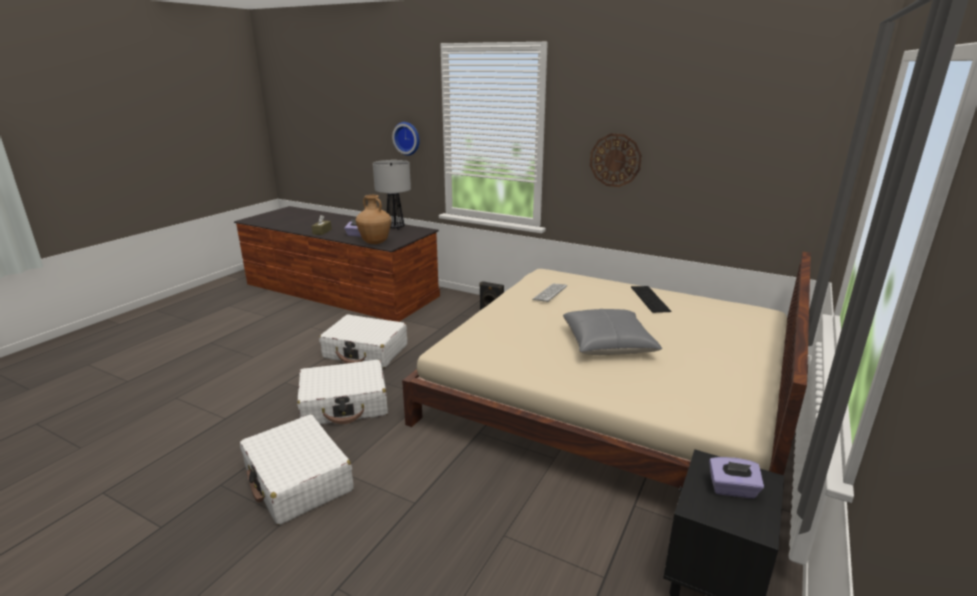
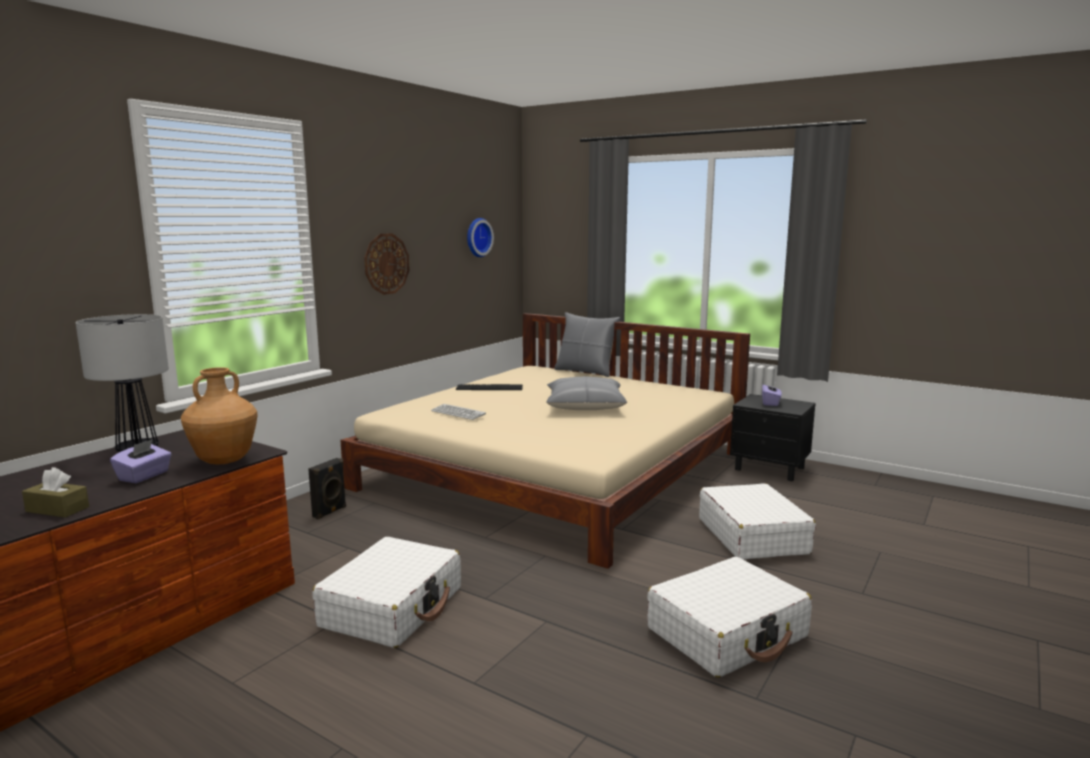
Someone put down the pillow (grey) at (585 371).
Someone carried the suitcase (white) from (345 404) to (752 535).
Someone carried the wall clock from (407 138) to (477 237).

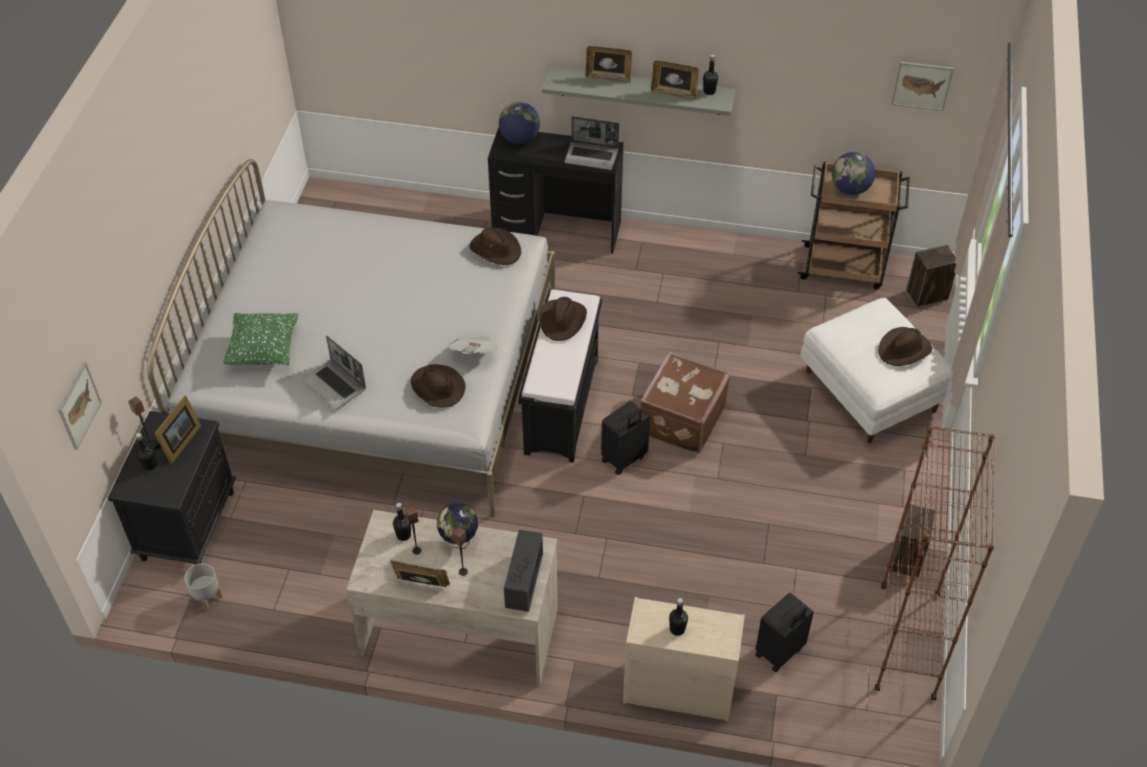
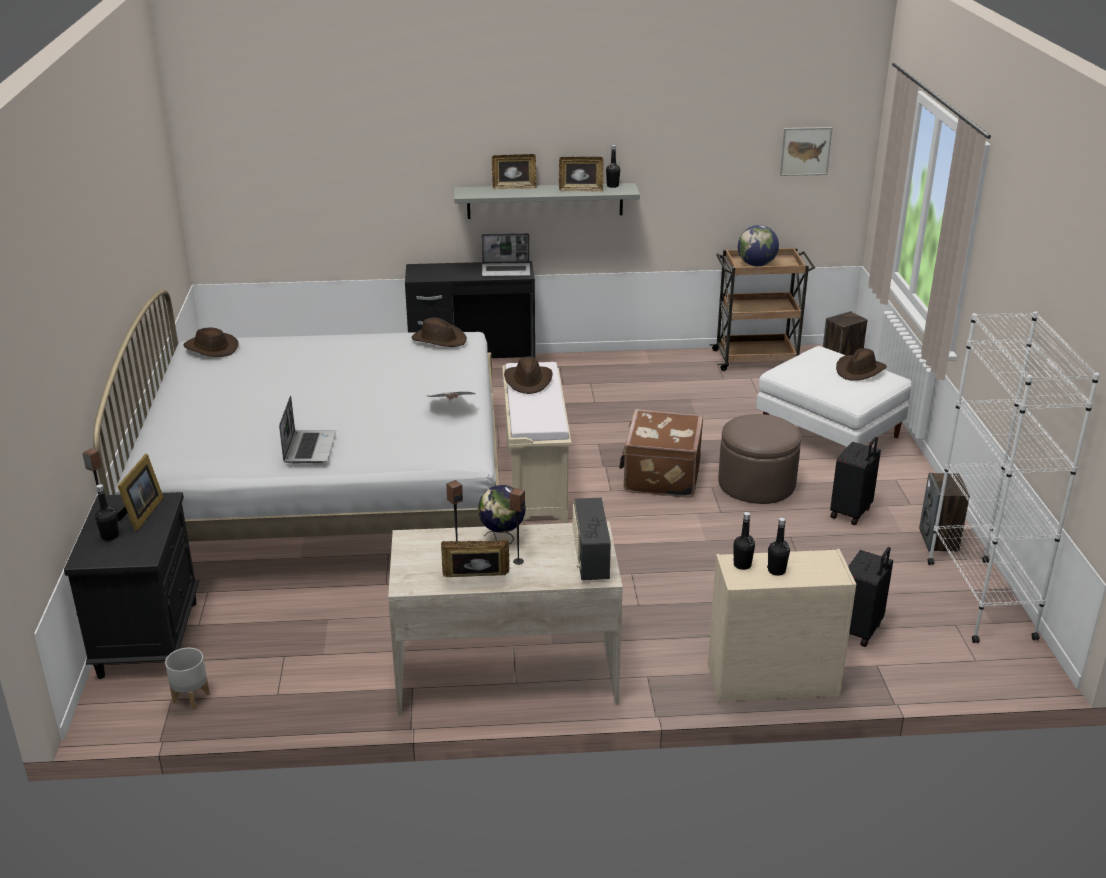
Someone took away the picture at (79 405).
Someone took away the pillow (green) at (264 351).
Someone took away the globe at (520 139).
Someone put down the ottoman (brown) at (756 484).
Someone carried the bottle (black) from (403 535) to (742 565).
Someone carried the hat (brown) from (437 388) to (210 348).
Someone carried the suitcase (black) from (624 459) to (851 513).
Someone repainted the bench (black) at (561 404), which became the bench (beige) at (534 483).
Someone repainted the bookcase (brown) at (907 640), which became the bookcase (white) at (980 599).
Someone rotated the laptop at (335 385) by 120 degrees counterclockwise.

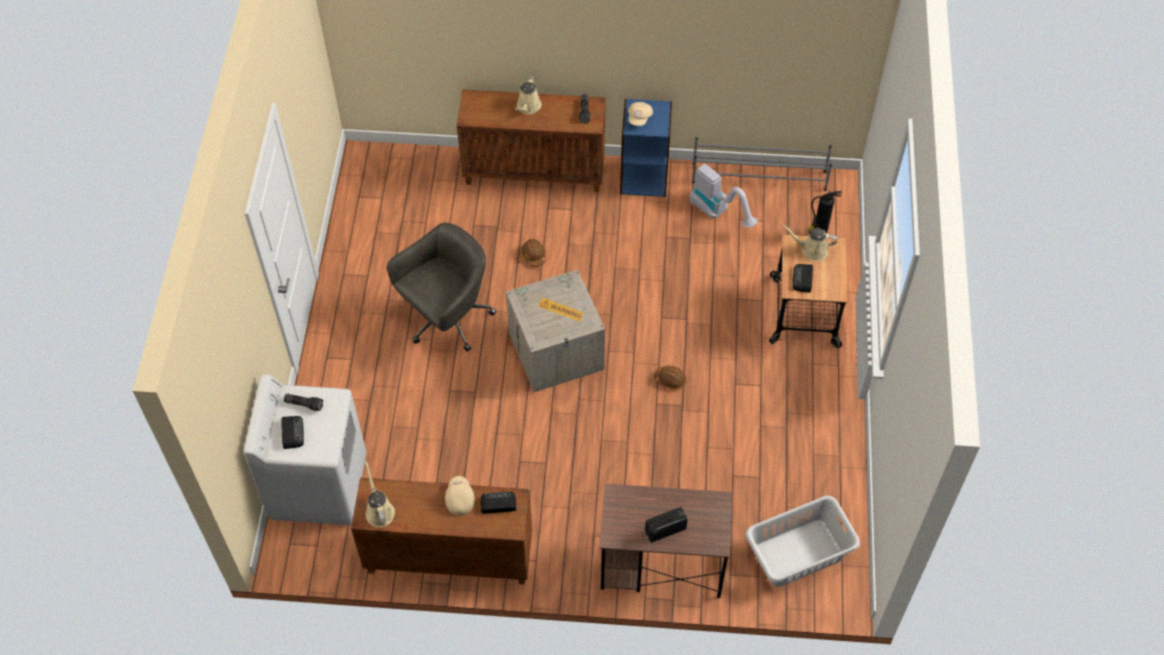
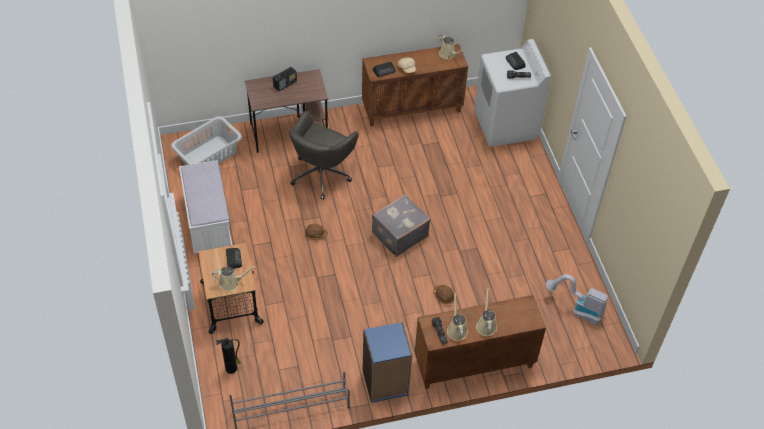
Someone took away the cap (beige) at (639 118).
Someone put down the bench (white) at (208 222).
Someone put down the watering can (beige) at (456 329).
Someone carried the office chair (grey) from (447 319) to (322 174).
Someone carried the vacuum cleaner from (719 212) to (577 309).
Someone swapped the crate at (557 350) for the suitcase (grey) at (399 234).

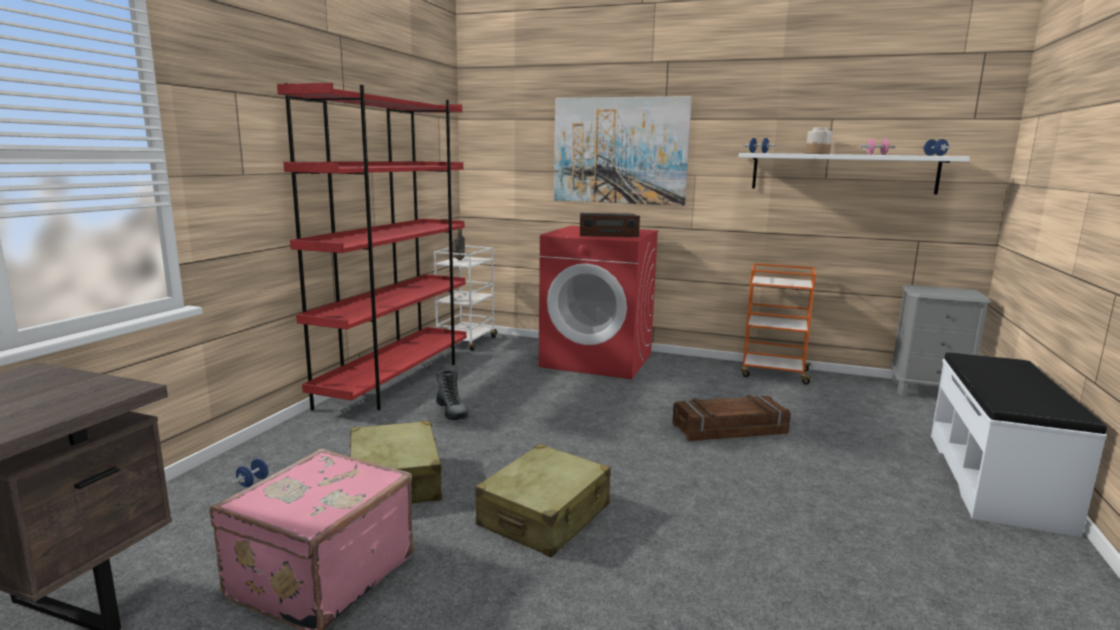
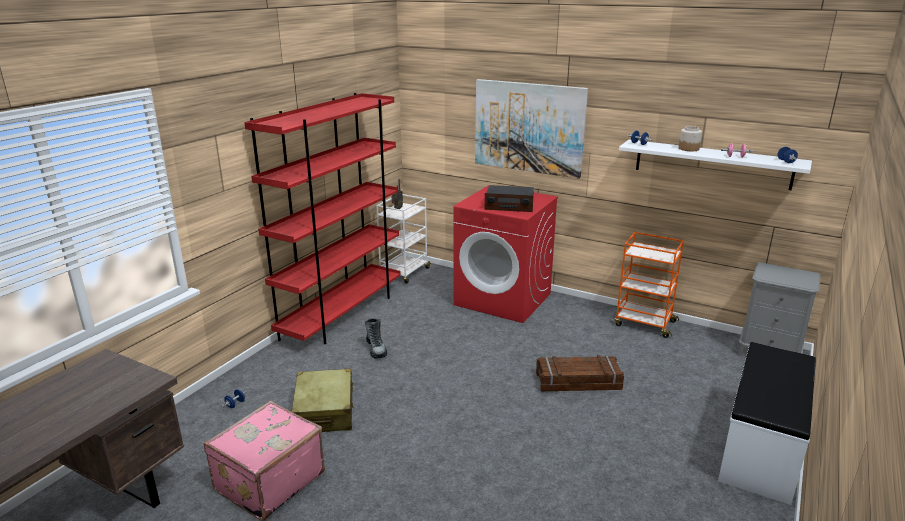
Someone took away the suitcase (beige) at (545 516).

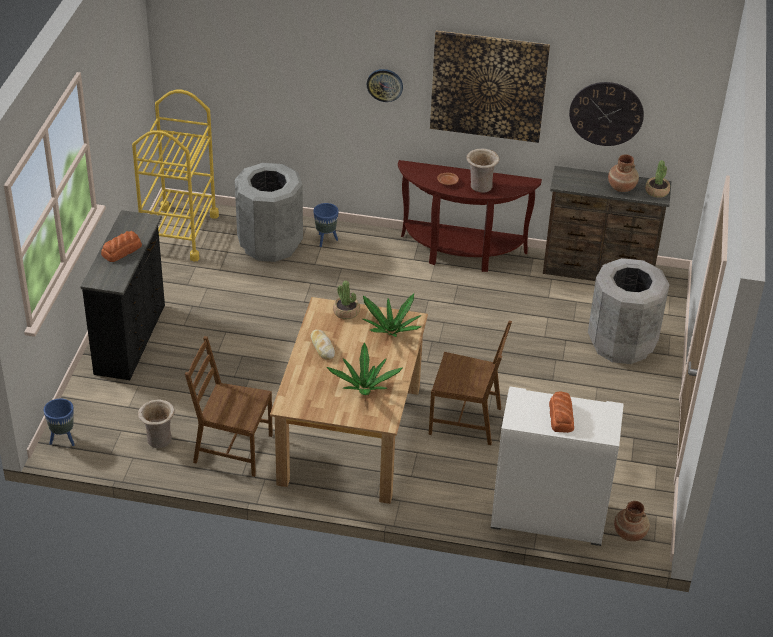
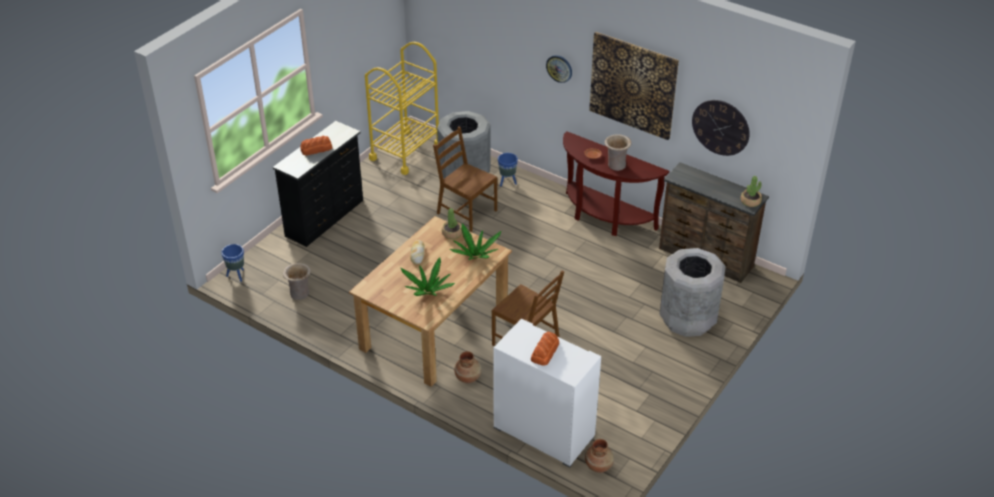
Someone carried the chair (brown) from (232 449) to (466 212).
Someone carried the vase (brown) from (621 187) to (468 377).

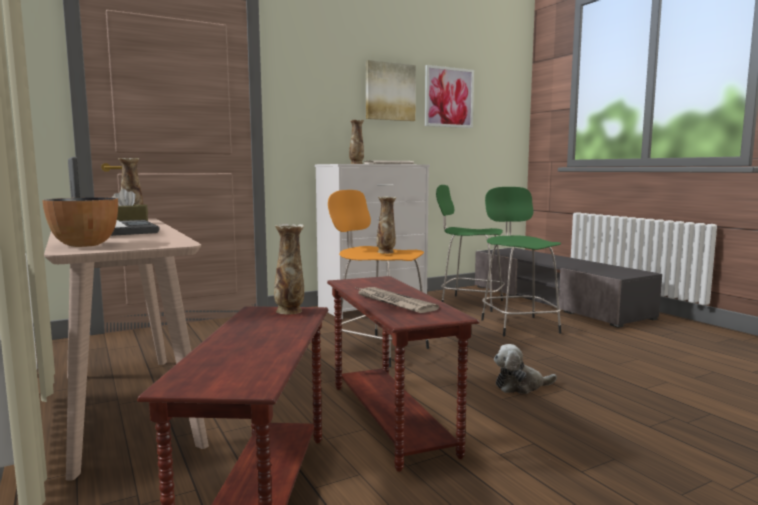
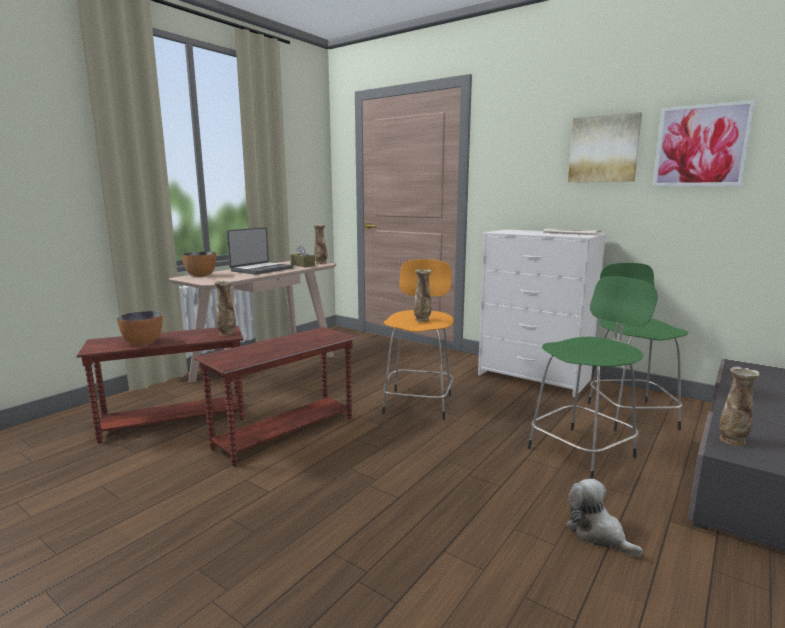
Someone took away the newspaper at (393 302).
Someone put down the bowl at (143 343).
Someone carried the vase from (356 164) to (732 440).
Someone carried the plush toy from (520 386) to (597 534).

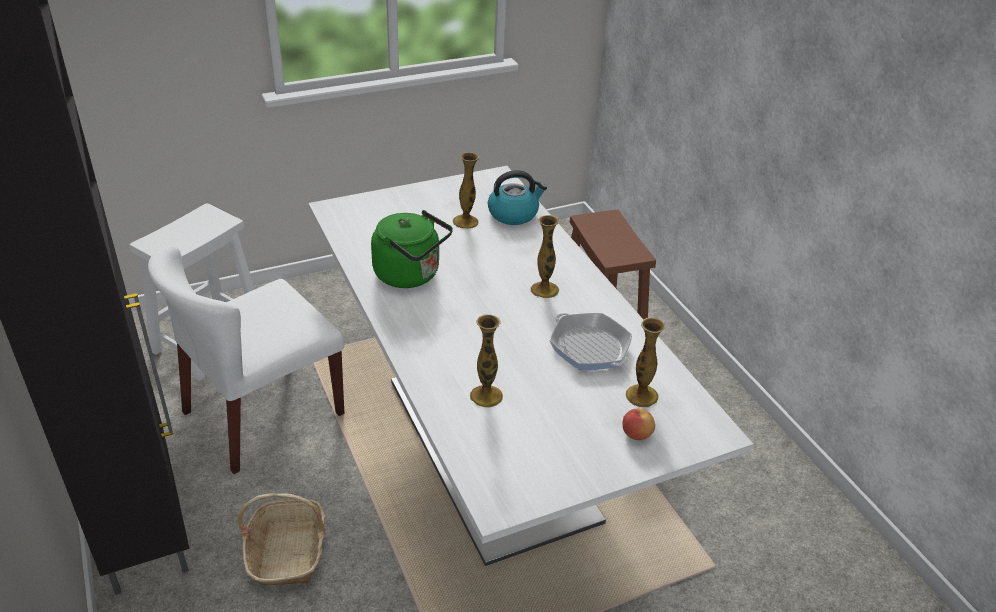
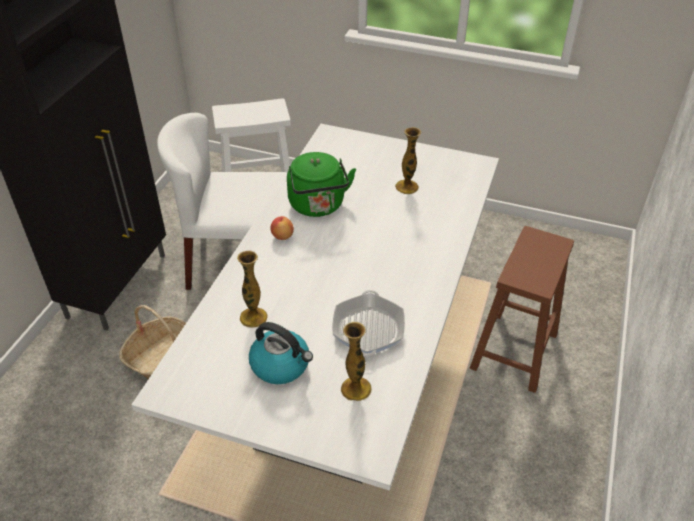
Someone took away the vase at (544 290).
Someone carried the kettle from (513 214) to (281 365).
Someone carried the apple from (636 434) to (282 236).

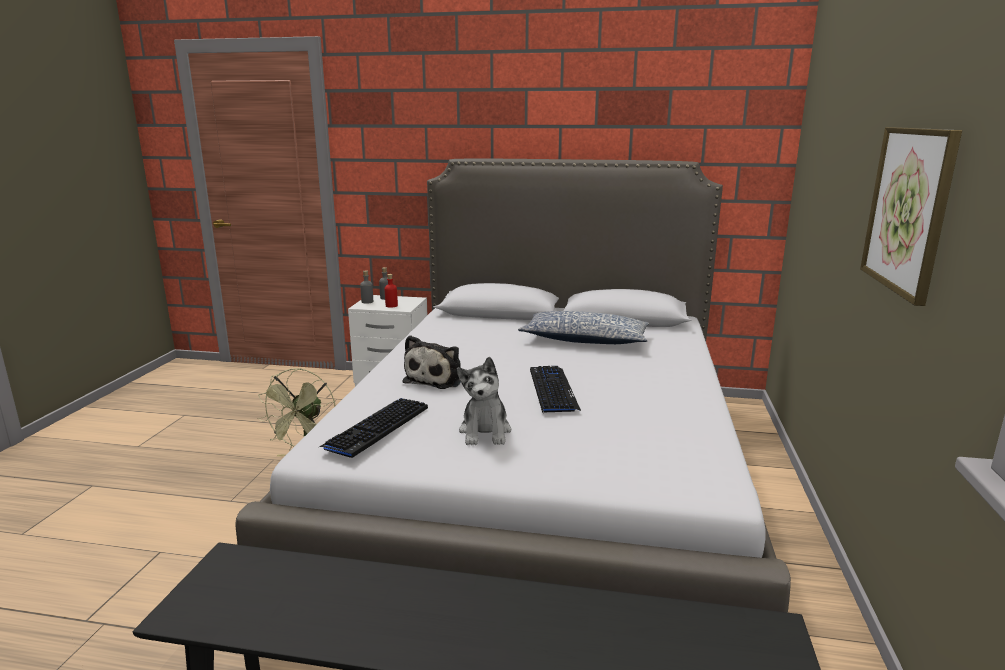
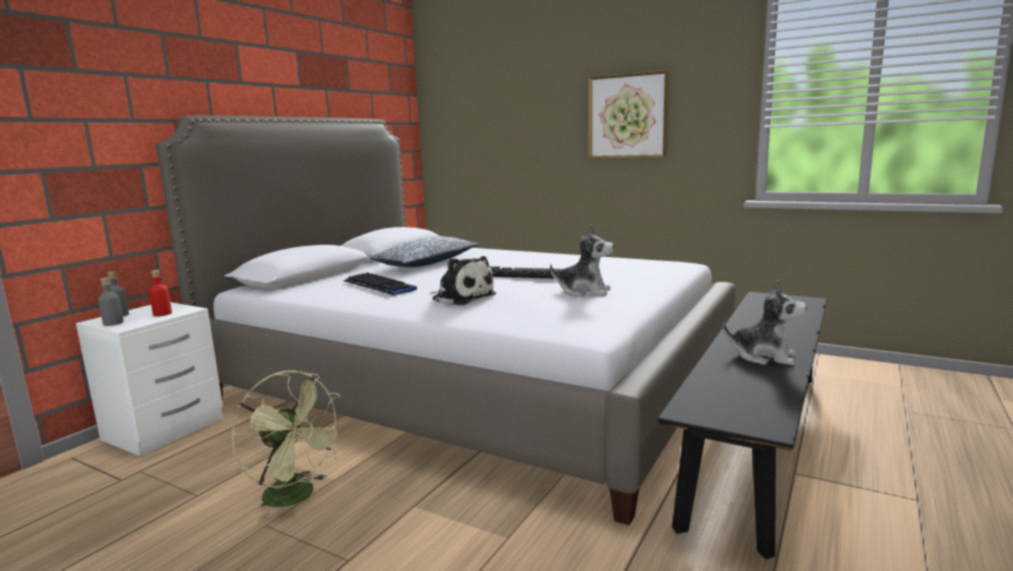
Someone put down the plush toy at (764 356).
Someone carried the keyboard from (376 428) to (379 286).

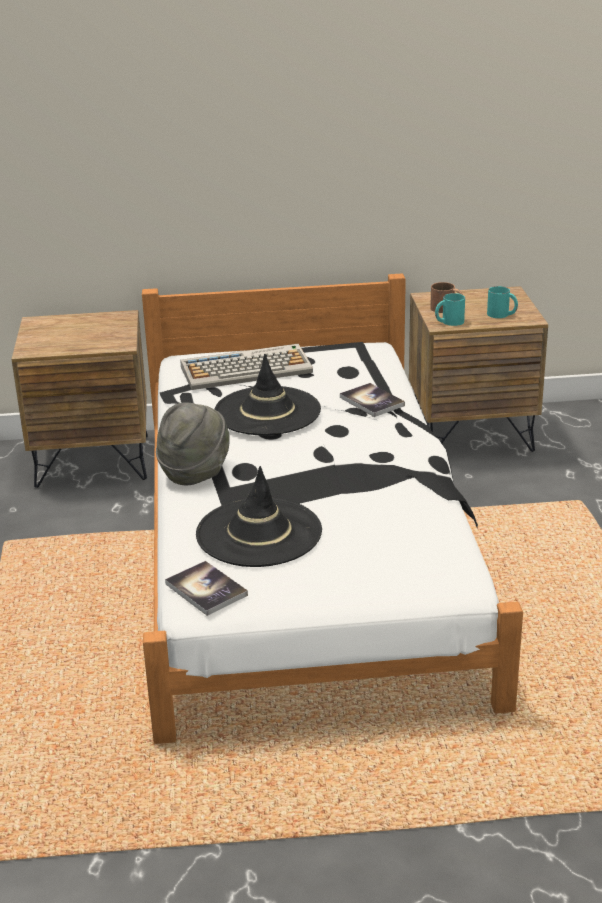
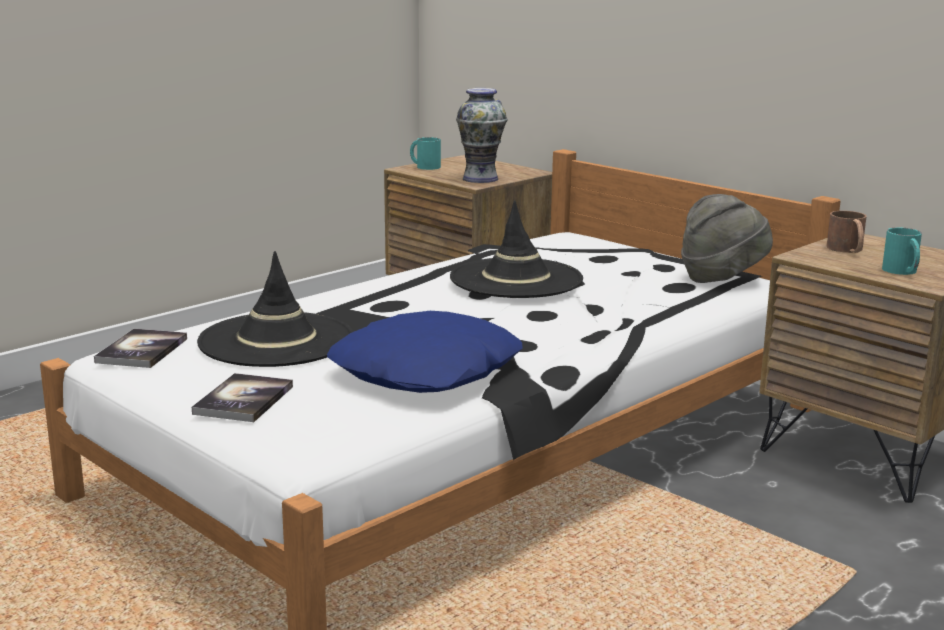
Someone took away the keyboard at (247 369).
Someone put down the pillow (blue) at (427 371).
Someone put down the vase at (480 179).
Someone carried the hat (grey) from (195 471) to (722 279).
Someone carried the book from (372 401) to (244 400).
Someone carried the mug (turquoise) from (449 322) to (424 166).

